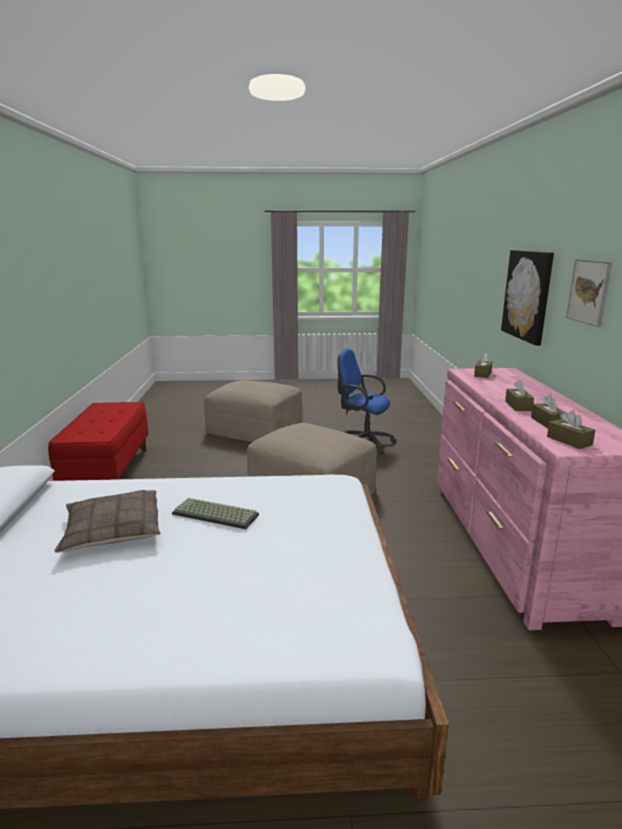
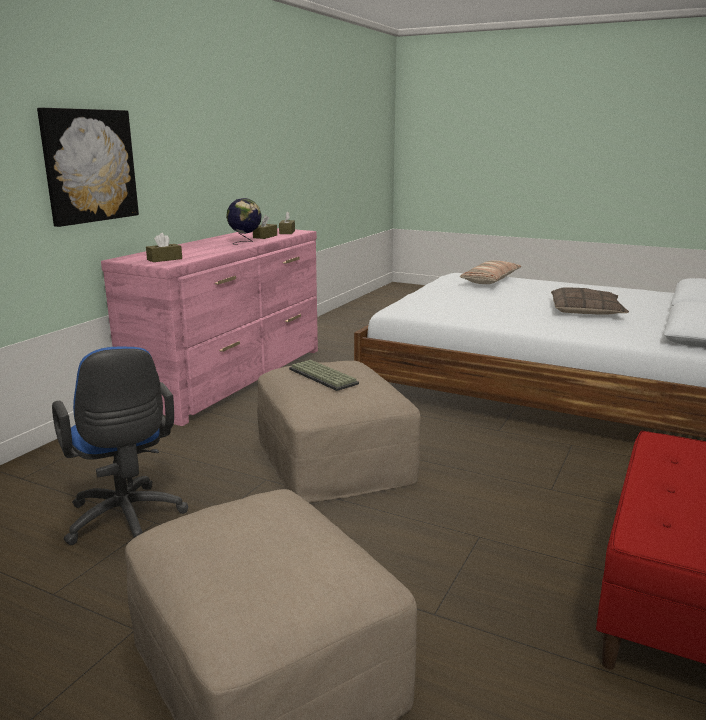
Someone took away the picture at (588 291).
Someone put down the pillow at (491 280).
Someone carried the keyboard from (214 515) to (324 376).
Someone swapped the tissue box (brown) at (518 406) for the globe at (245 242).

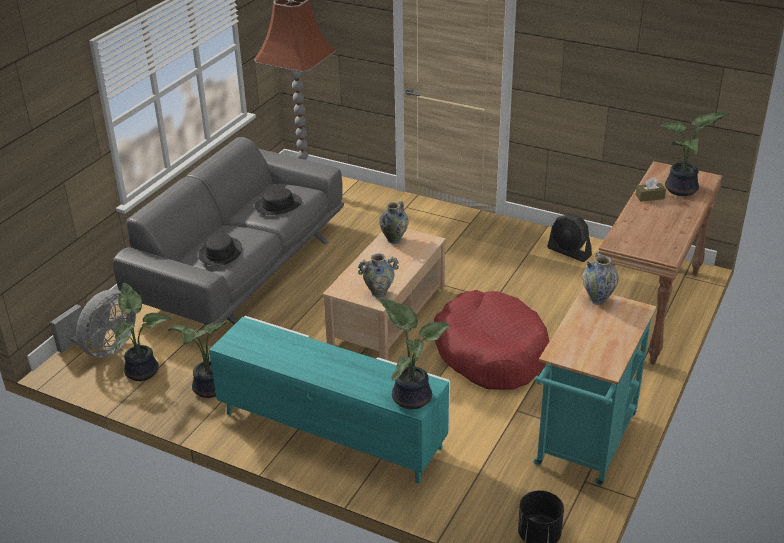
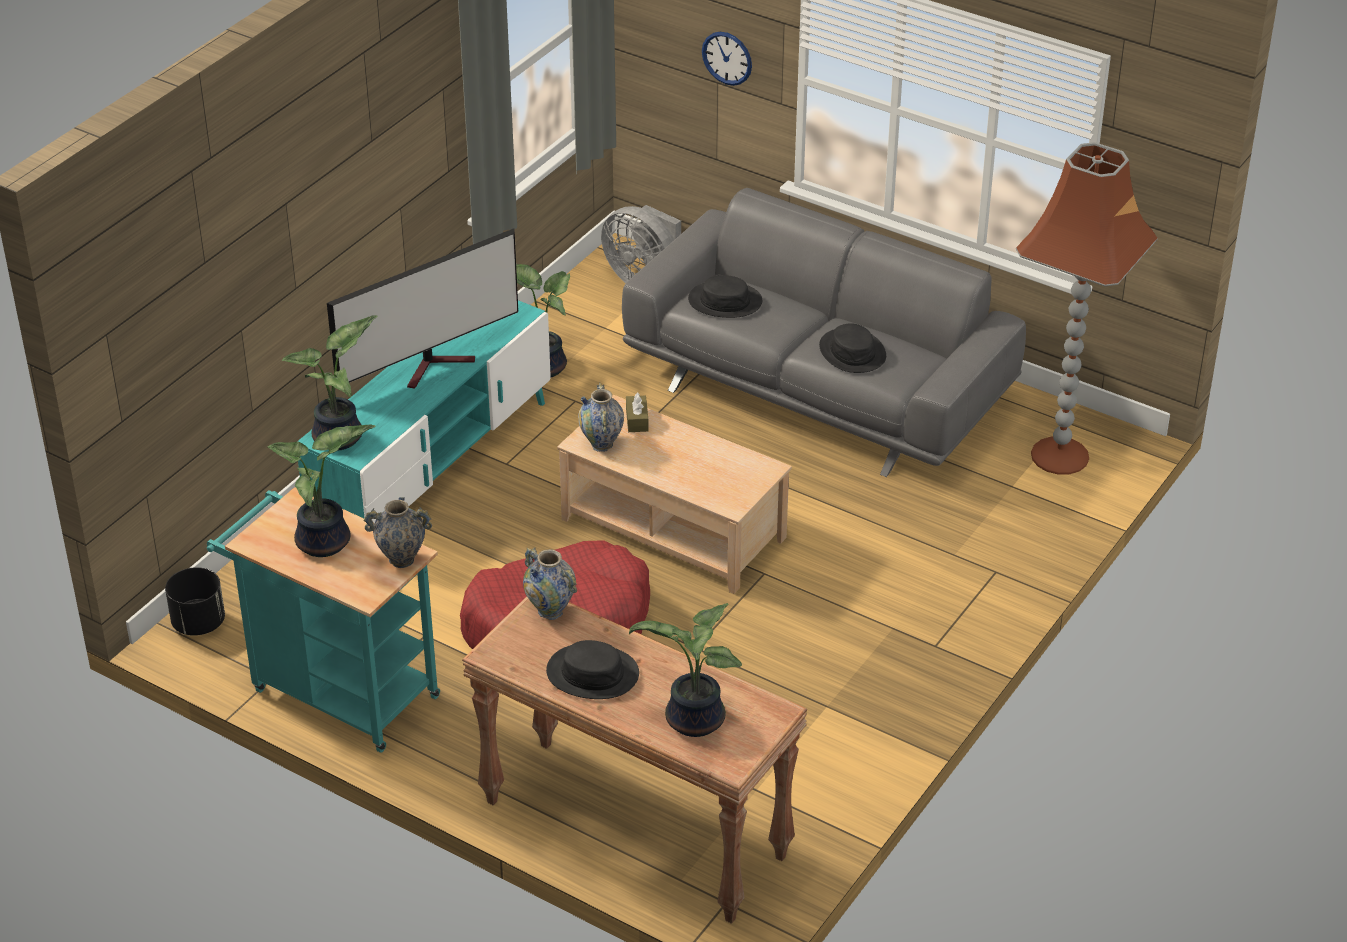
Someone took away the fan (black) at (569 252).
Someone put down the television at (436 365).
Someone put down the hat (black) at (592 673).
Someone put up the wall clock at (727 58).
Someone carried the potted plant from (143 370) to (326 543).
Someone carried the vase from (394 239) to (550 611).
Someone carried the tissue box (brown) from (650 197) to (637 420).

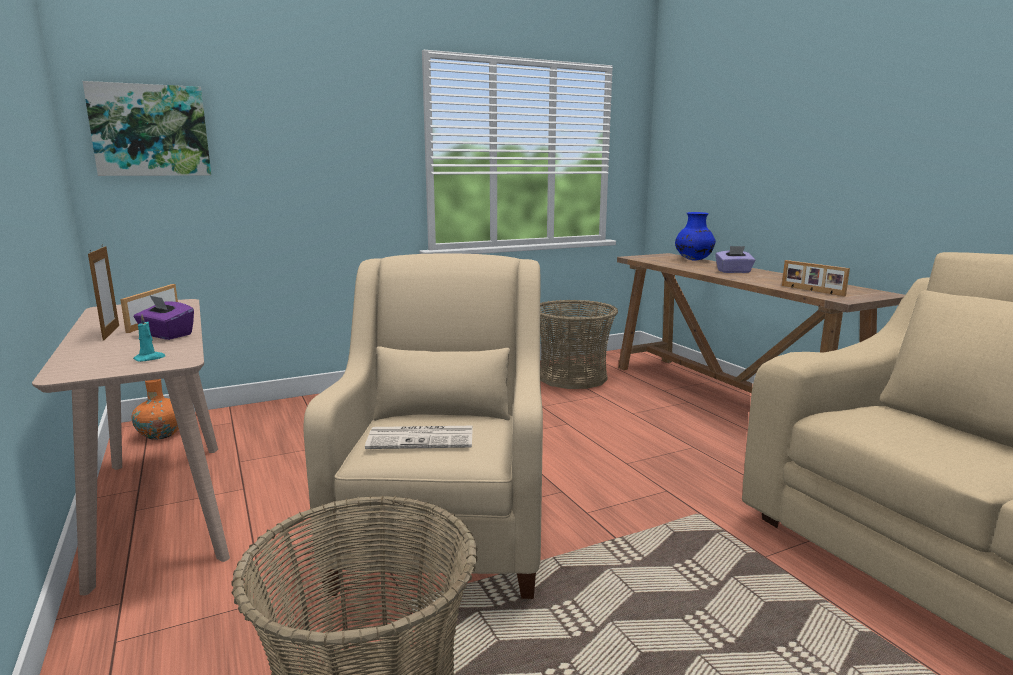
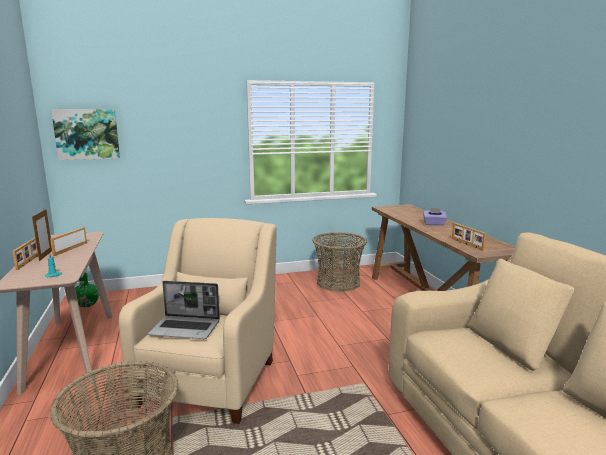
Someone took away the tissue box (purple) at (166 335).
Someone took away the vase (blue) at (693 260).
Someone put down the picture frame at (29 261).
Someone swapped the newspaper at (422 438) for the laptop at (186 328).
Someone repainted the vase (orange) at (161 434), which became the vase (green) at (87 304).

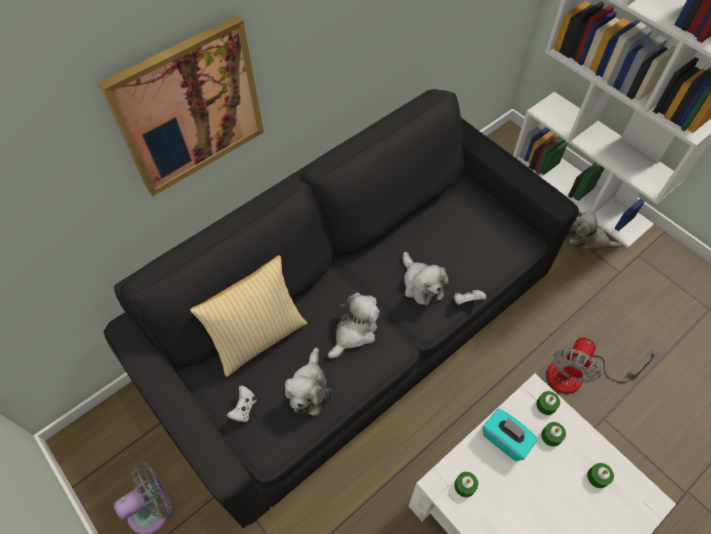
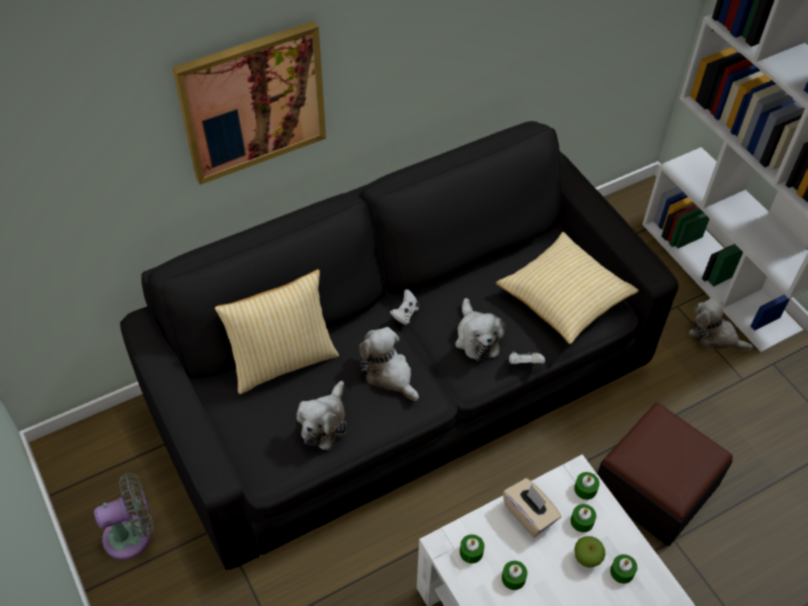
Someone put down the pillow at (564 299).
Someone put down the candle (green) at (513 578).
Someone put down the apple at (587 558).
Someone carried the game controller (white) from (244 408) to (405 314).
Someone swapped the fan at (577 375) for the ottoman at (655 486).
Someone repainted the tissue box (turquoise) at (505 439), which became the tissue box (beige) at (529 515).
Someone rotated the plush toy at (354 332) by 90 degrees counterclockwise.

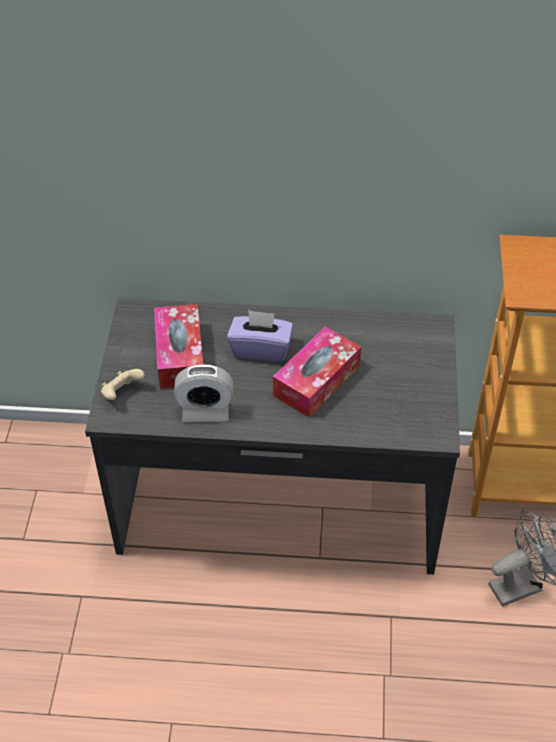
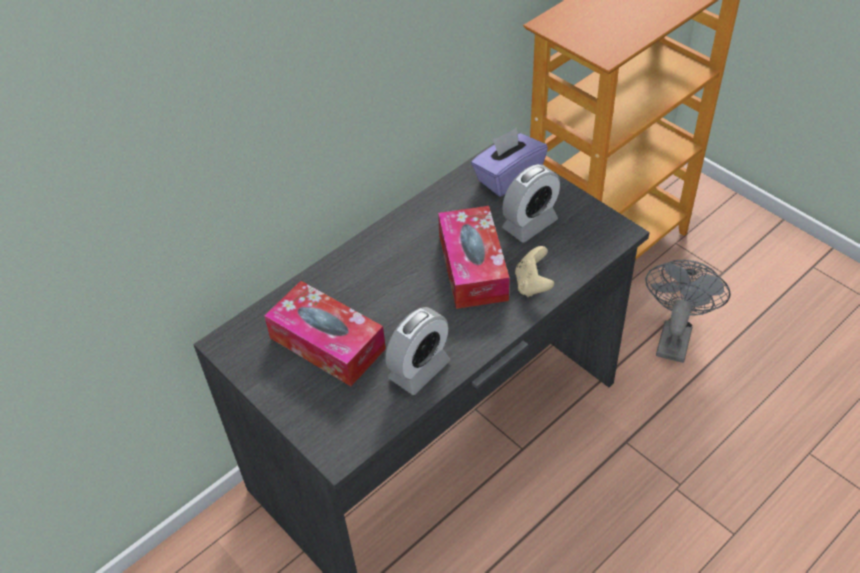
Someone put down the alarm clock at (530 224).
Someone carried the game controller (beige) from (122 393) to (532 284).
Someone carried the tissue box (purple) from (261 349) to (508 177).

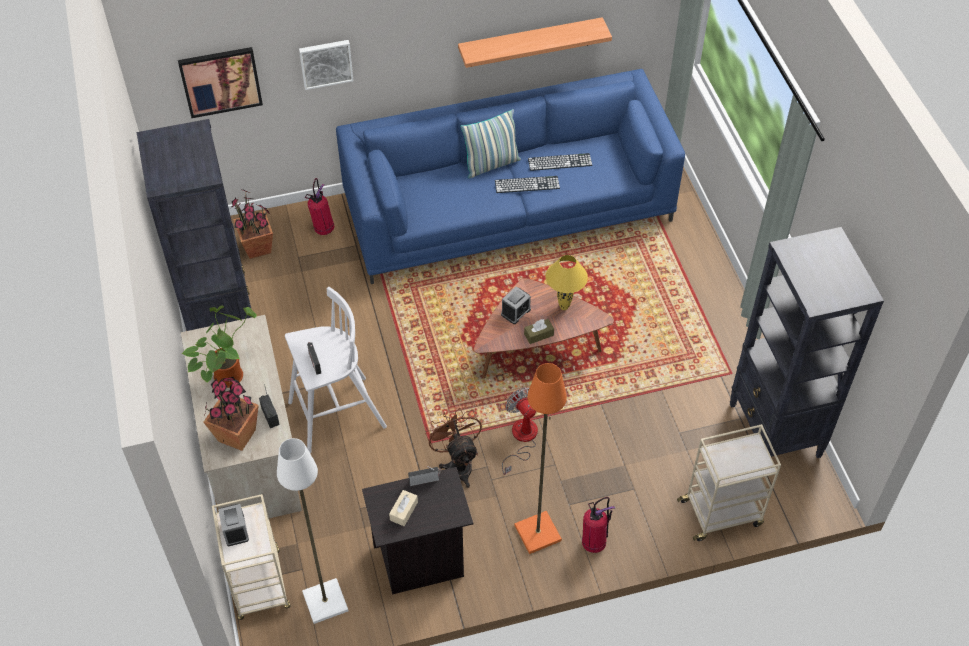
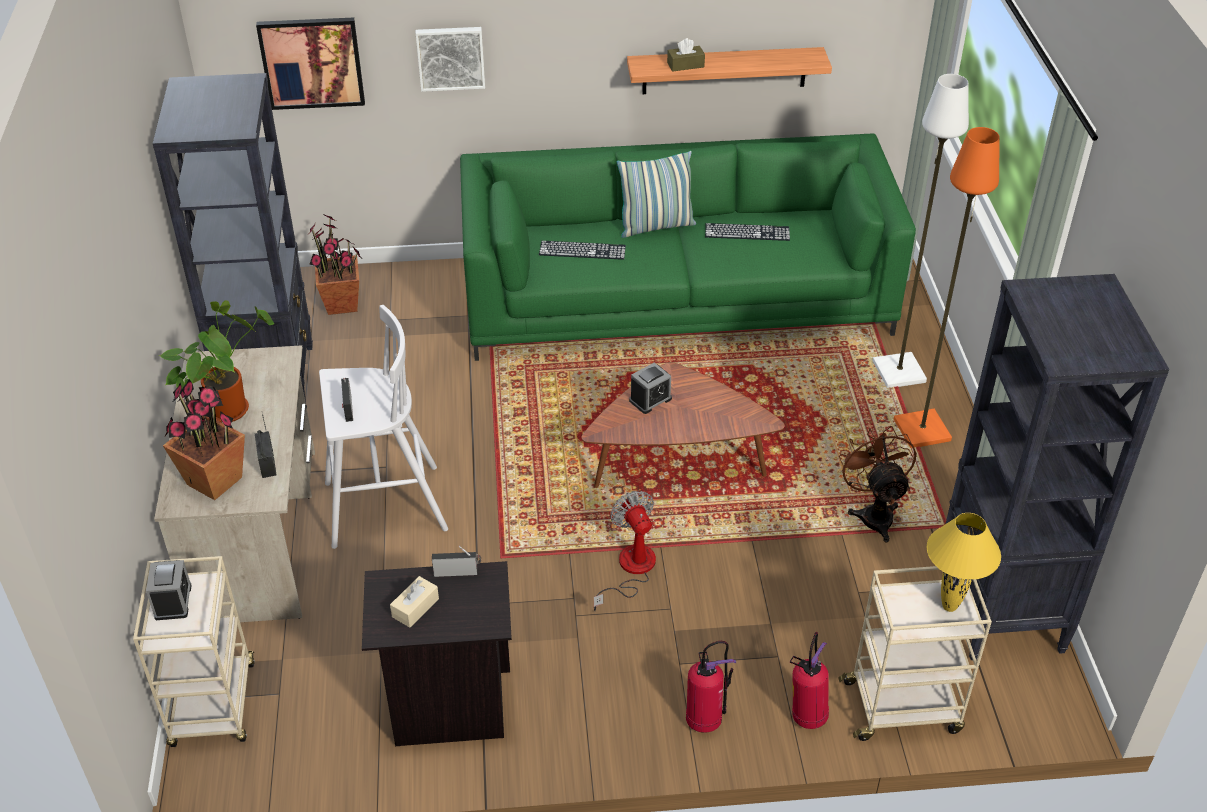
Someone carried the floor lamp (white) from (324 601) to (897 371).
Someone carried the fire extinguisher from (323 229) to (807 715).
Someone carried the fan (brown) from (458 464) to (873 513).
Someone carried the keyboard from (527 184) to (582 250).
Someone carried the floor lamp (orange) from (538 532) to (922 429).
Someone carried the tissue box (brown) from (538 334) to (685 65).
Someone carried the table lamp (yellow) from (564 307) to (949 607).
Someone repainted the sofa (blue) at (508 208), which became the sofa (green) at (676 297).

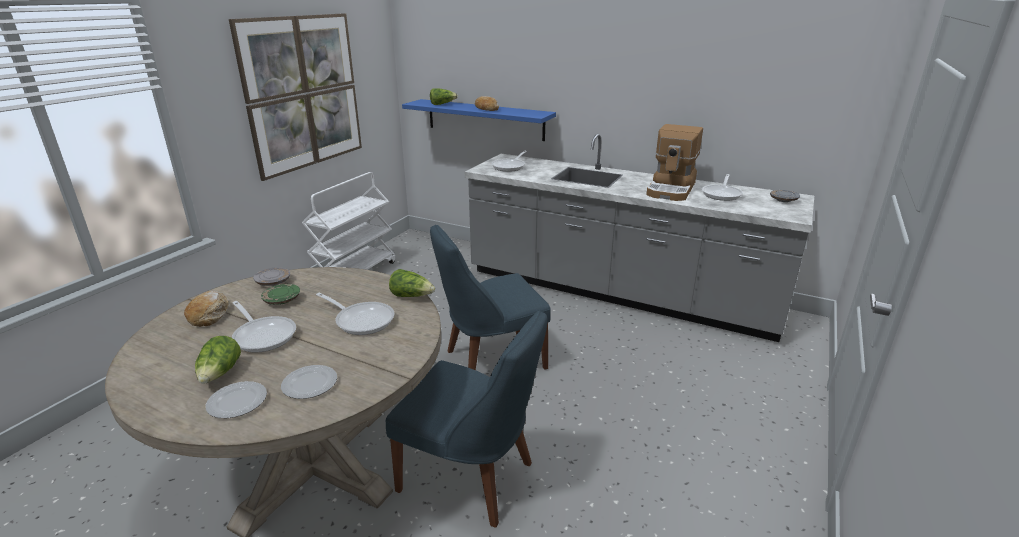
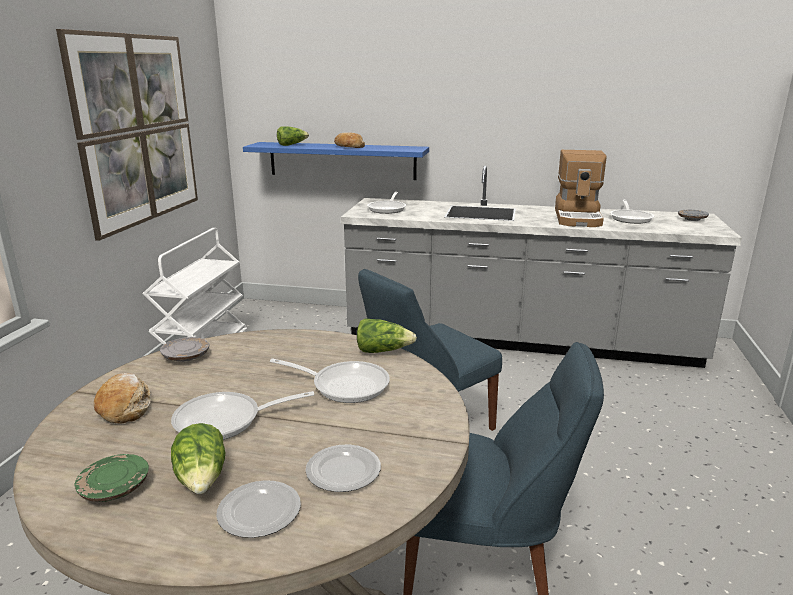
Someone carried the plate (green) from (282 300) to (115 488).
Someone rotated the frying pan at (263 335) by 135 degrees clockwise.

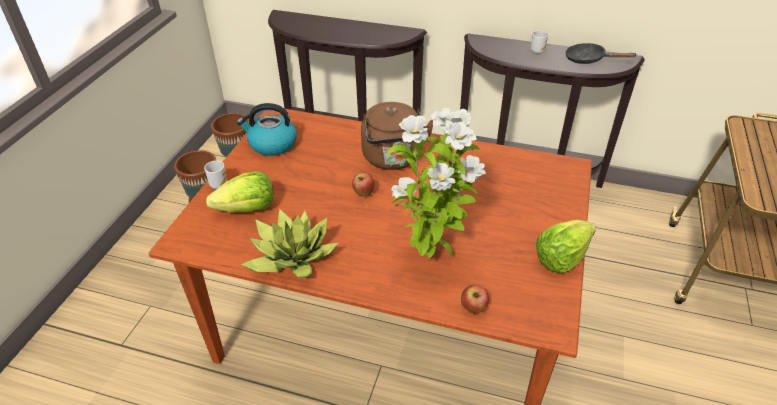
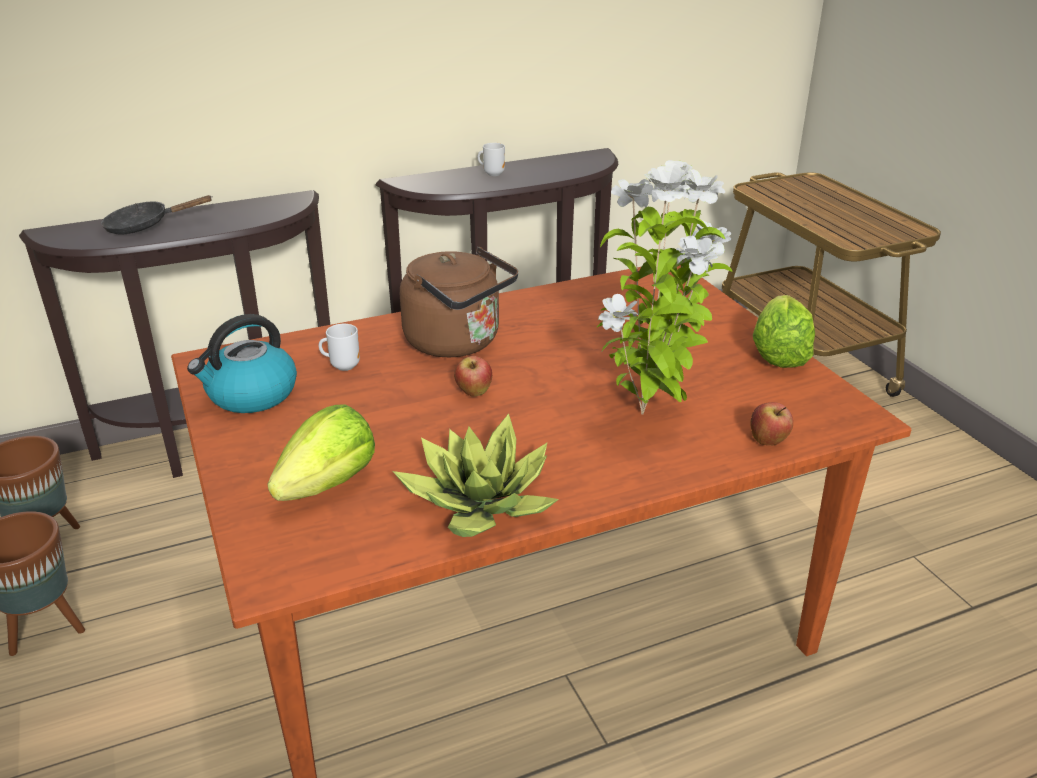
Someone carried the mug from (219 185) to (343 366).
Someone carried the frying pan (black) from (588 59) to (144 226).

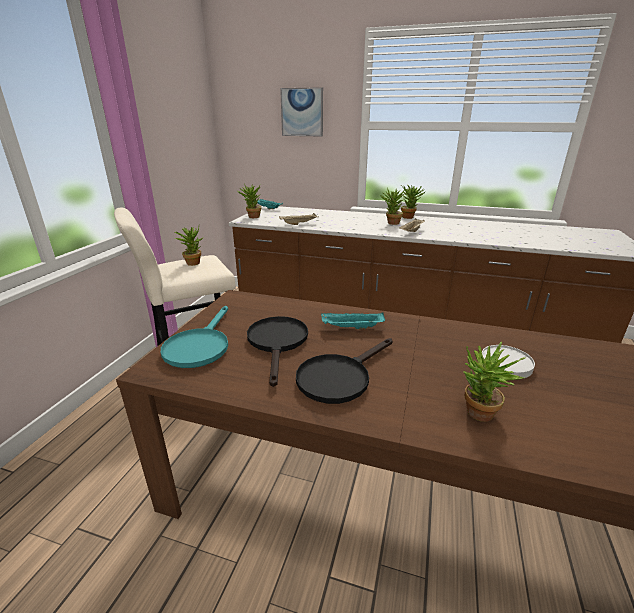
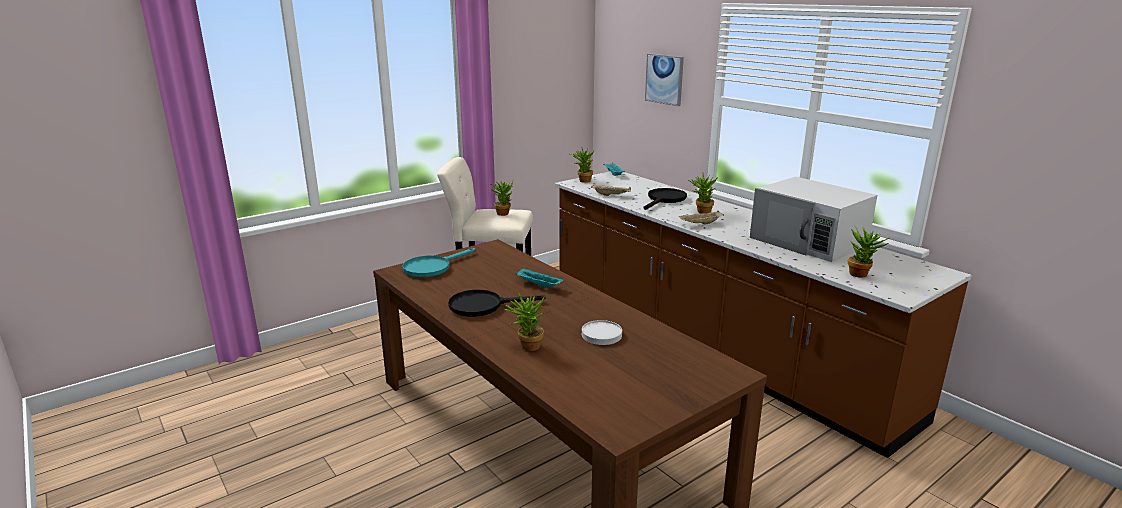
Someone put down the microwave (white) at (809 241).
Someone carried the frying pan (black) from (278 343) to (664 200).
Someone carried the potted plant from (409 217) to (862 274).

